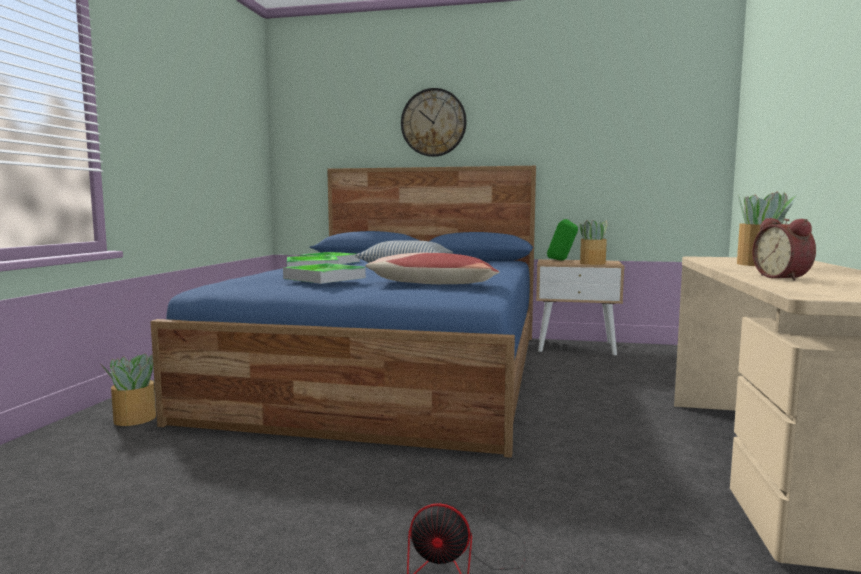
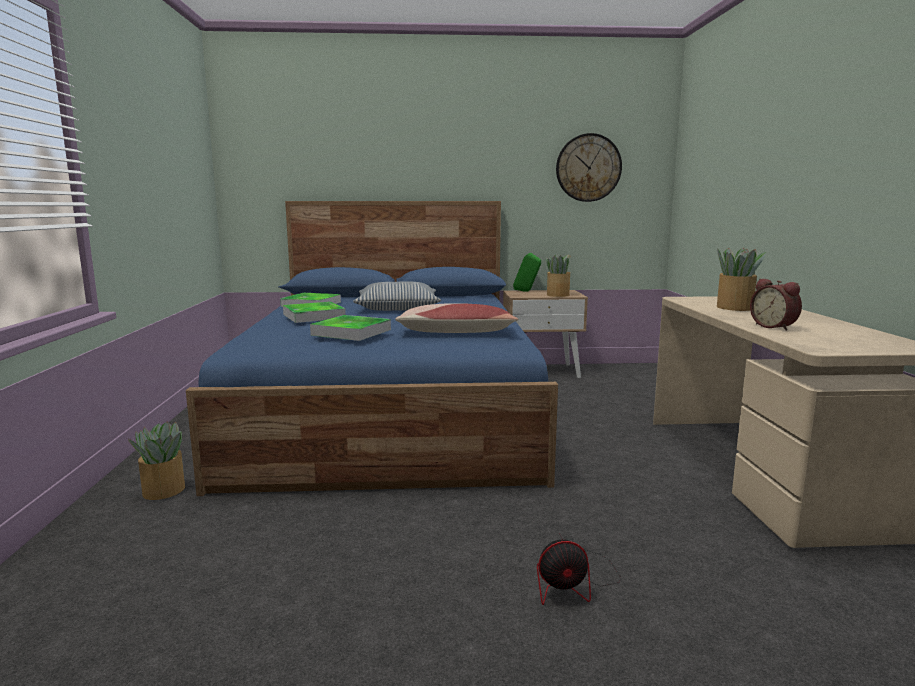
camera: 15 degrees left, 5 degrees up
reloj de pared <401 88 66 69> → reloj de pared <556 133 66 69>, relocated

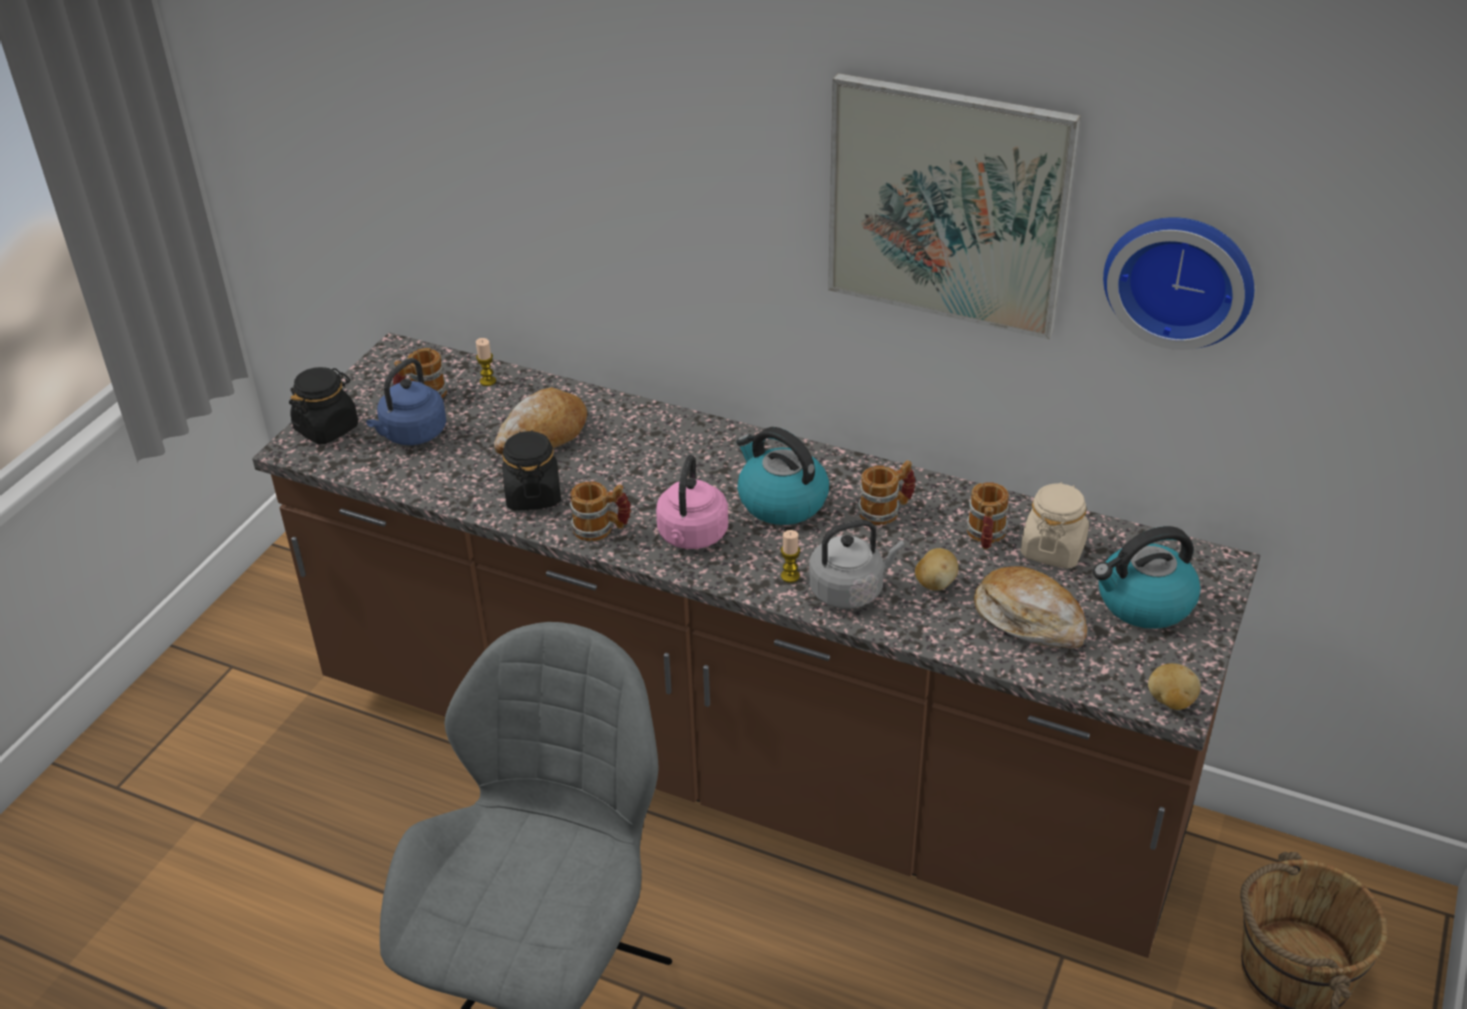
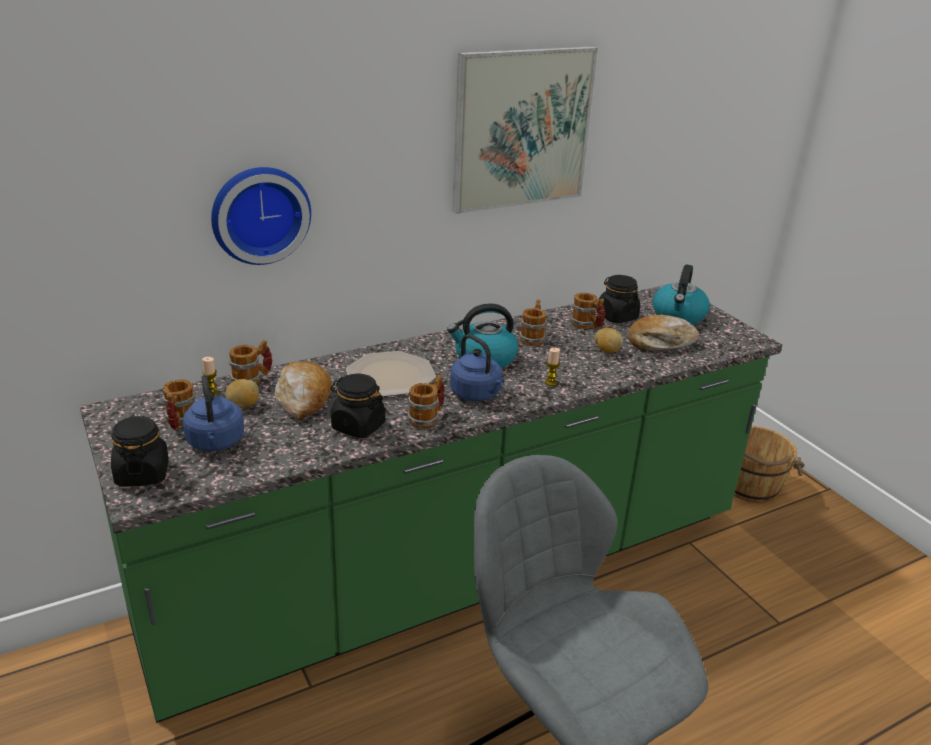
camera: 55 degrees left, 10 degrees down
reloj de pared <1103 217 151 133> → reloj de pared <211 167 100 98>, relocated
mueble bajo de cocina (marrón) <252 332 1008 626> → mueble bajo de cocina (verde) <80 285 702 438>
hervidor (rosa) <656 455 72 94> → hervidor (azul) <450 334 54 67>
tarro (beis) <1021 482 68 87> → tarro (negro) <599 275 41 48>
hervidor (gris) <809 519 96 90> → -
patata <1148 663 53 47> → patata <226 379 33 29>, relocated
- → taza grande <229 340 43 44>
- → plato <346 351 90 46>

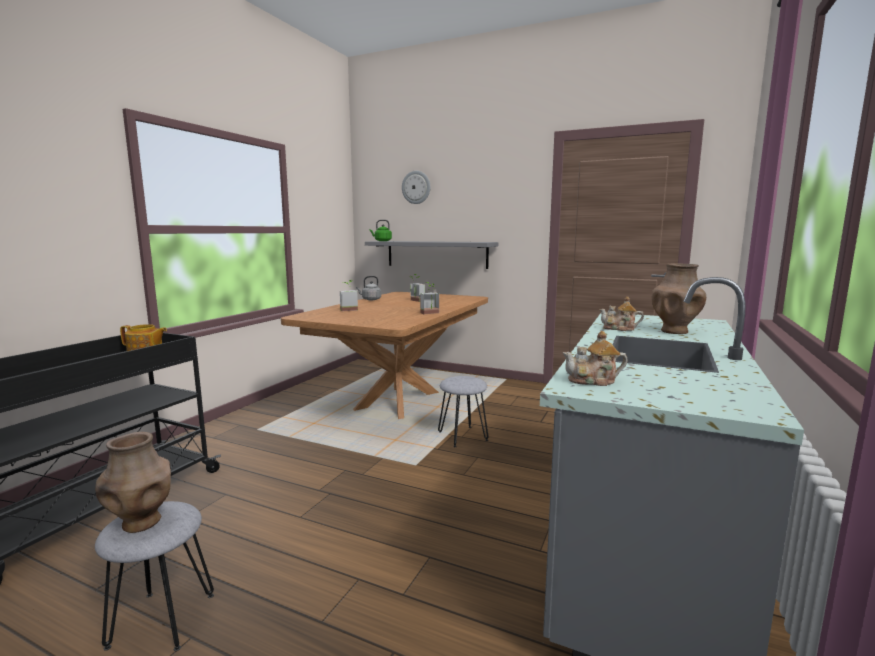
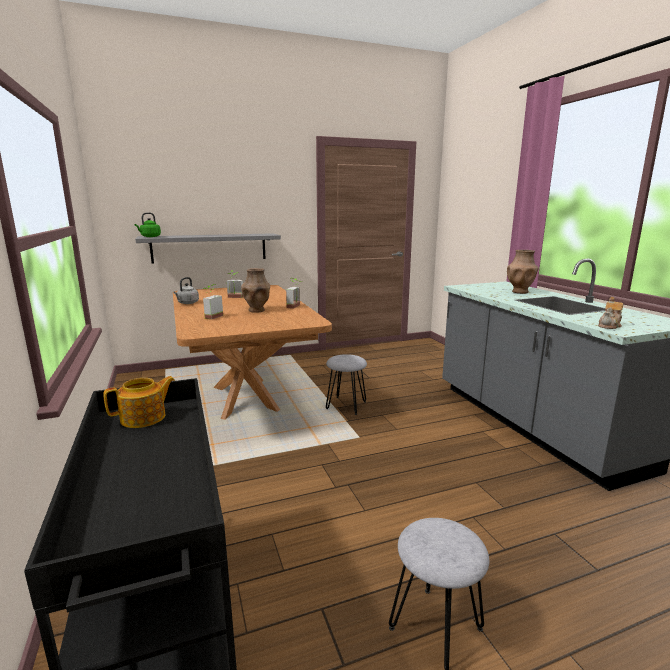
camera: 45 degrees left, 5 degrees up
reloj de pared <402 171 28 33> → -
tetera <599 296 45 35> → -
florero (marrón) <95 432 76 101> → florero (marrón) <241 268 29 45>, relocated

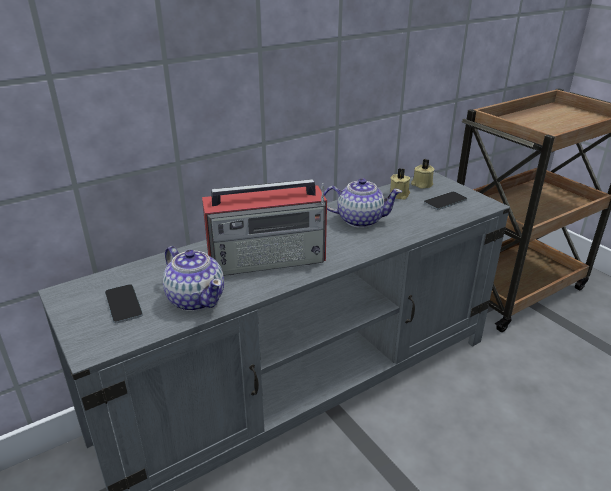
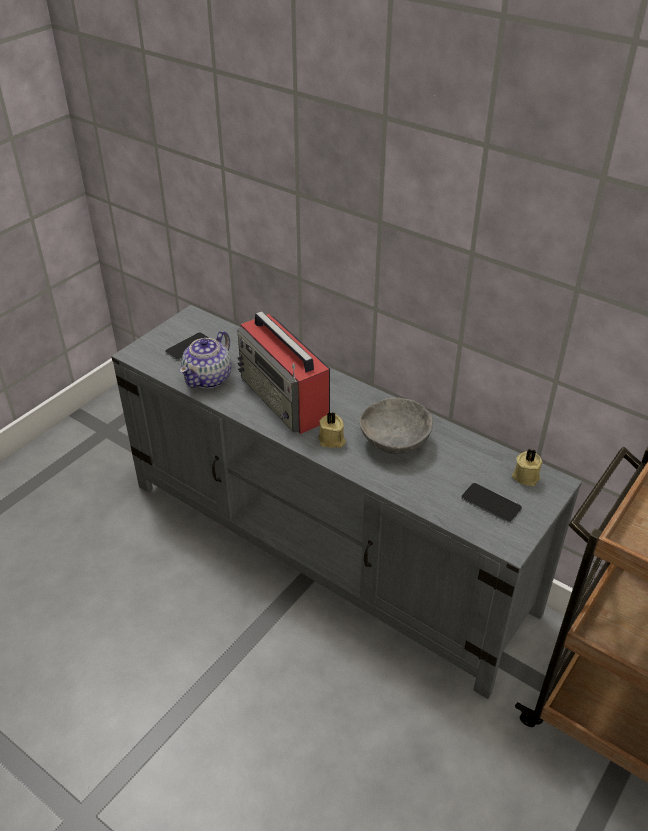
camera: 70 degrees right, 10 degrees up
vela (beis) <390 168 20 31> → vela (beis) <318 412 28 36>, relocated
tetera <324 178 78 50> → cuenco (gris) <359 398 74 56>

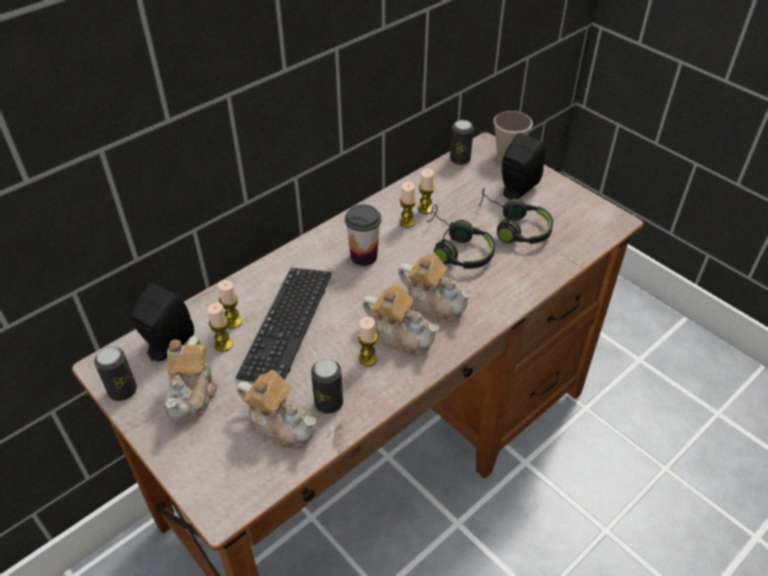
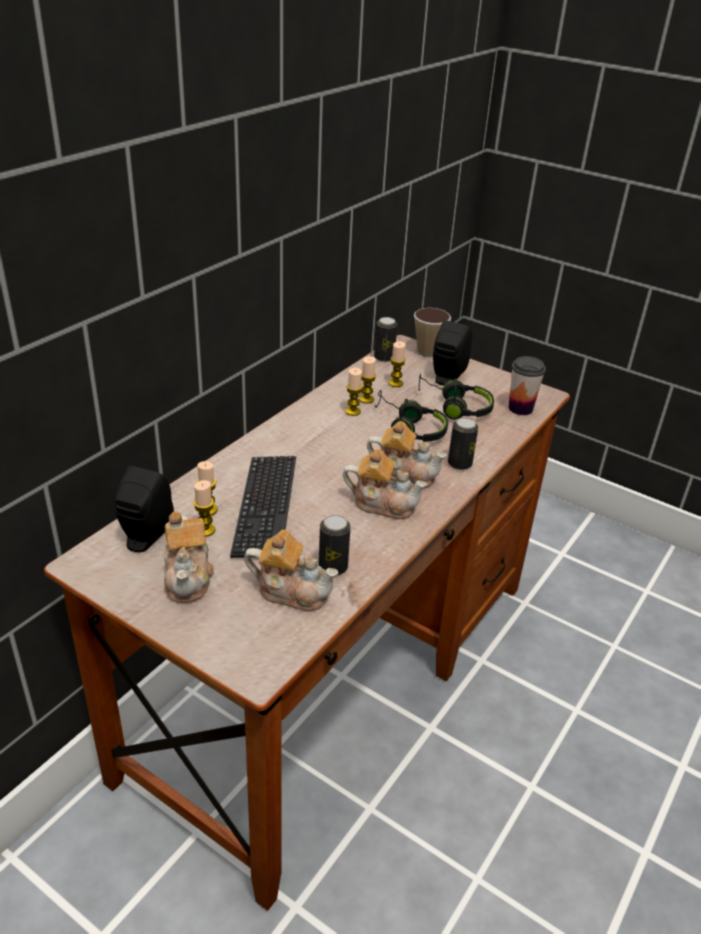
camera: 15 degrees left, 10 degrees down
taza <345 204 36 62> → taza <508 356 38 59>, relocated
vela <358 317 19 50> → vela <388 341 18 46>, relocated
lata <94 347 43 54> → lata <448 417 30 53>, relocated

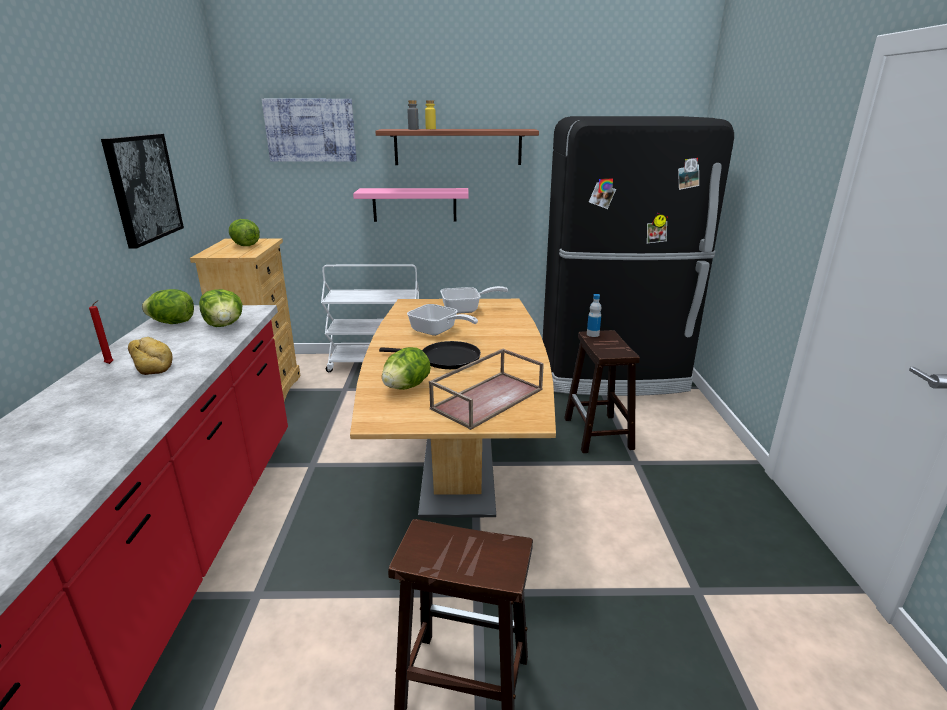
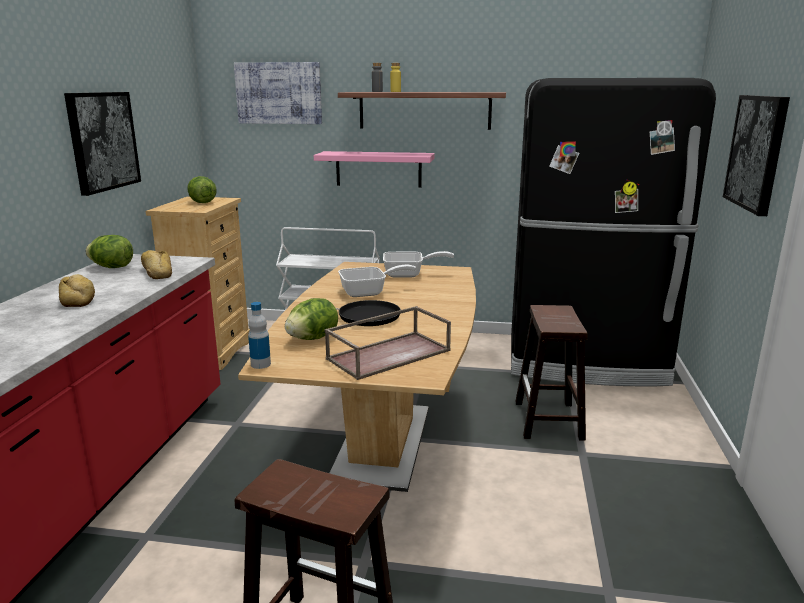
camera: 10 degrees right, 5 degrees down
lechuga <199 289 44 38> → pan <141 250 31 29>
botella <587 294 14 43> → botella <248 302 23 67>, relocated
vela (rojo) <89 300 24 64> → -
sartén <407 304 71 32> → sartén <338 265 78 32>, 60 degrees counterclockwise
- → cuadro <723 95 67 121>

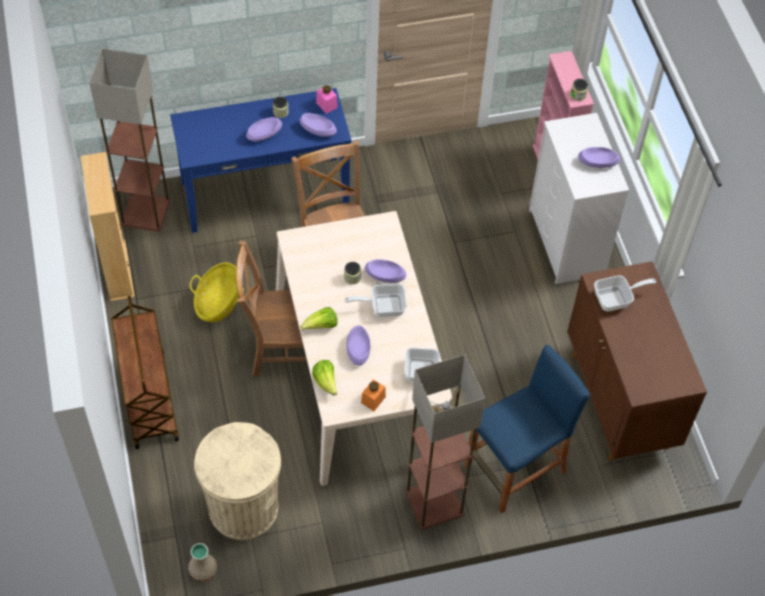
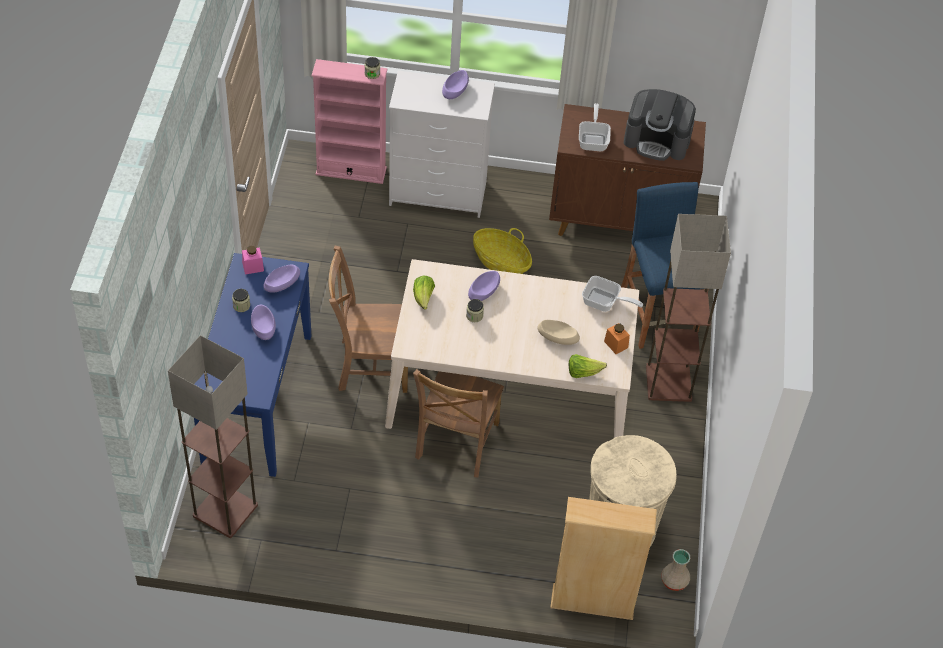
camera: 70 degrees left, 5 degrees down
estantería (beis) <80 152 55 150> → estantería (beis) <550 497 107 123>, relocated
cesta <190 263 54 59> → cesta <473 228 59 46>, relocated
sartén <345 284 62 33> → -
carrito (marrón) <111 296 68 153> → -
lechuga <301 307 37 23> → lechuga <413 275 22 35>, relocated
cuenco (morado) <346 325 24 40> → cuenco (beis) <537 320 43 25>
- → cafetera <624 89 72 72>

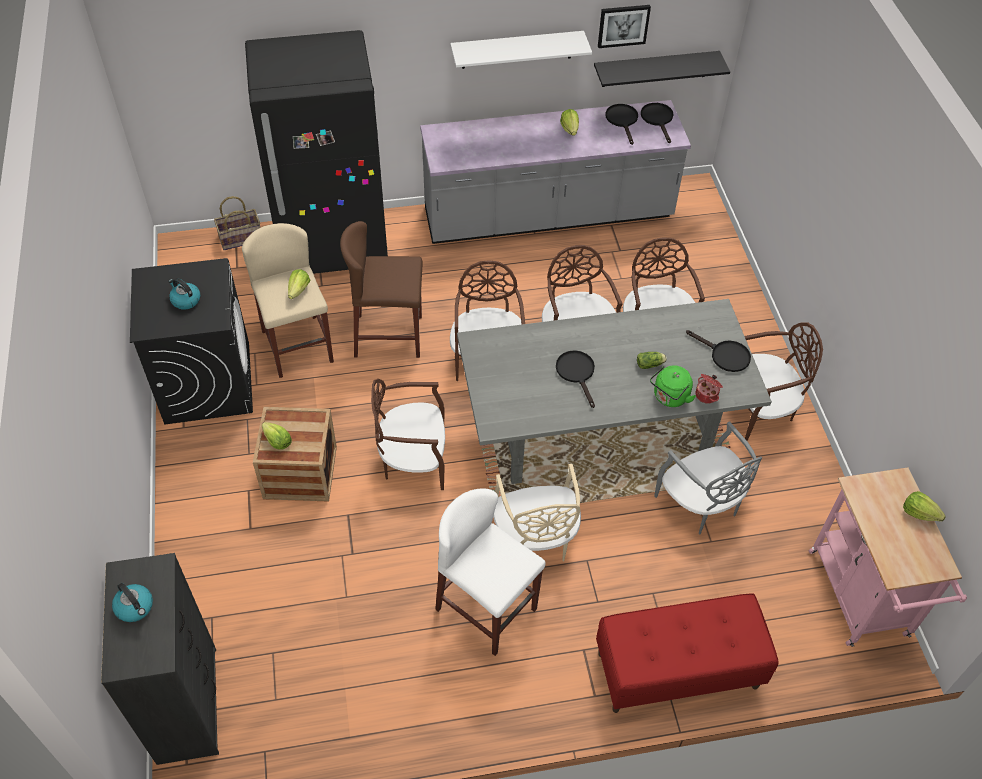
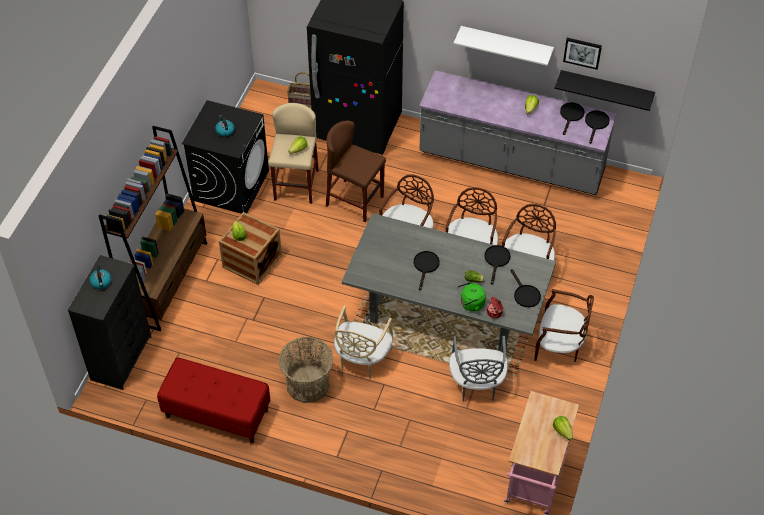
camera: 30 degrees right, 0 degrees up
silla (marrón) <371 379 74 111> → -
taburete (blanco) <435 489 111 167> → cesta <279 337 55 66>
banco (rojo) <596 593 183 120> → banco (rojo) <157 358 113 85>, relocated
- → estantería (marrón) <99 126 108 206>
- → sartén (negro) <485 245 25 39>

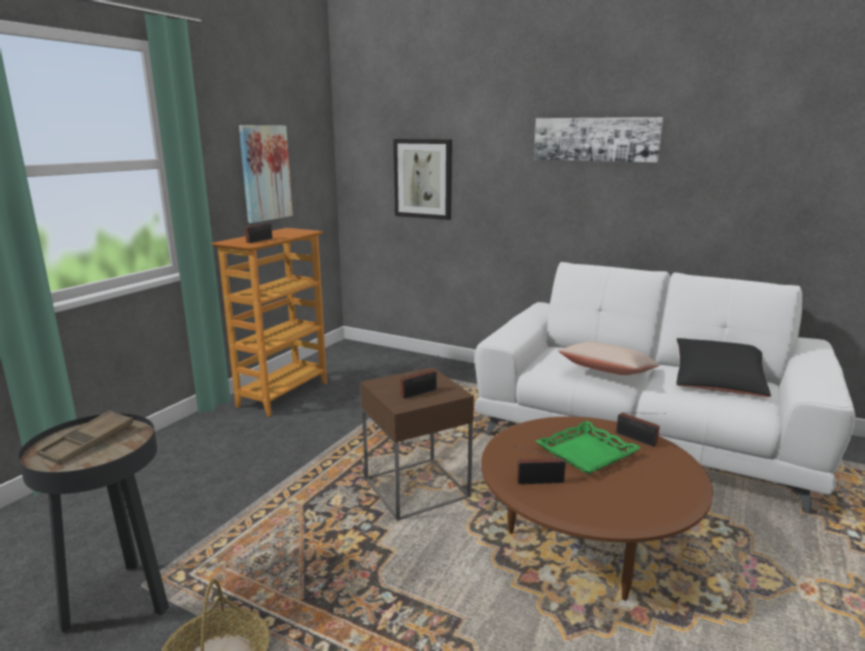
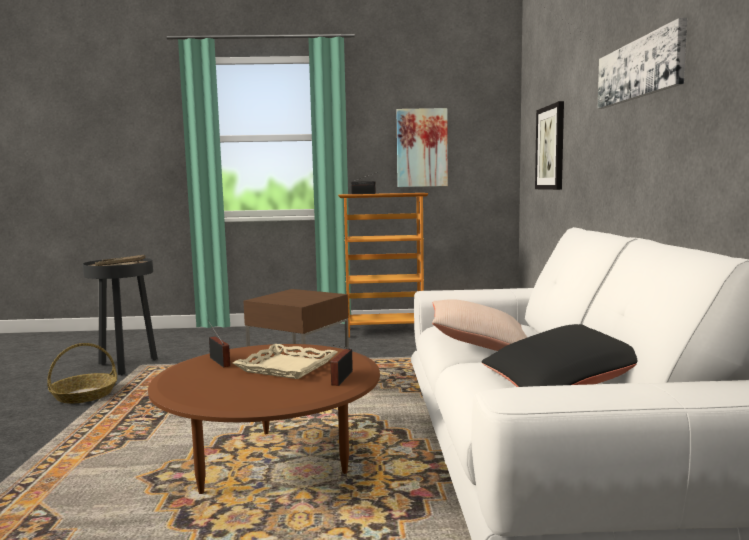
camera: 60 degrees right, 10 degrees down
radio <401 355 37 44> → -
bandeja (verde) <536 421 105 53> → bandeja (beis) <233 344 105 35>

